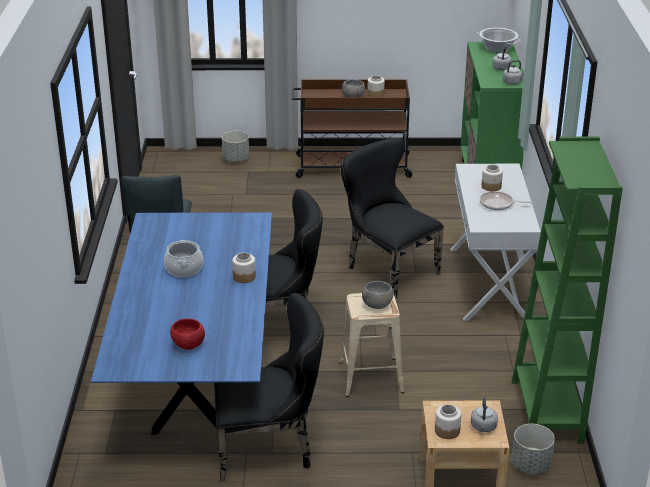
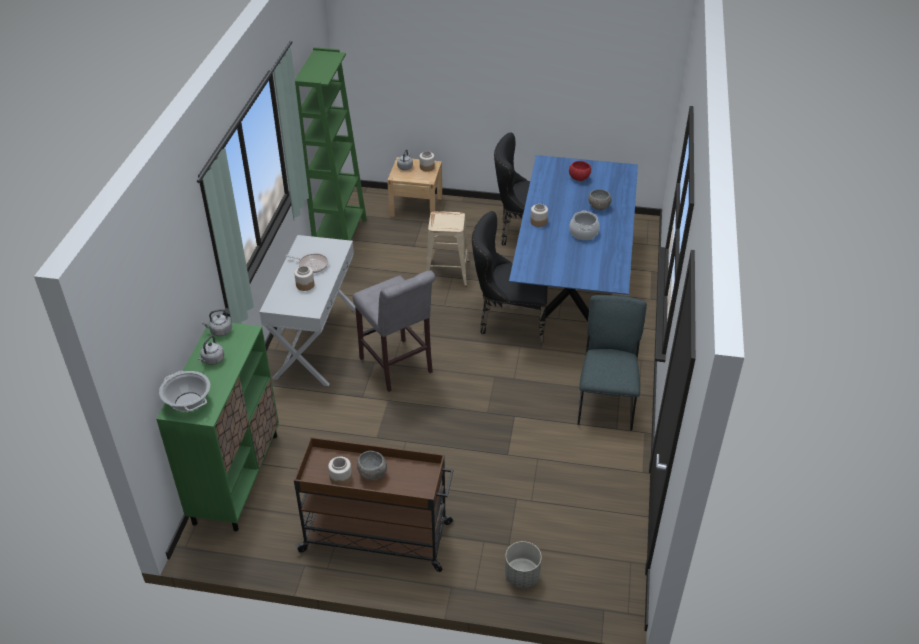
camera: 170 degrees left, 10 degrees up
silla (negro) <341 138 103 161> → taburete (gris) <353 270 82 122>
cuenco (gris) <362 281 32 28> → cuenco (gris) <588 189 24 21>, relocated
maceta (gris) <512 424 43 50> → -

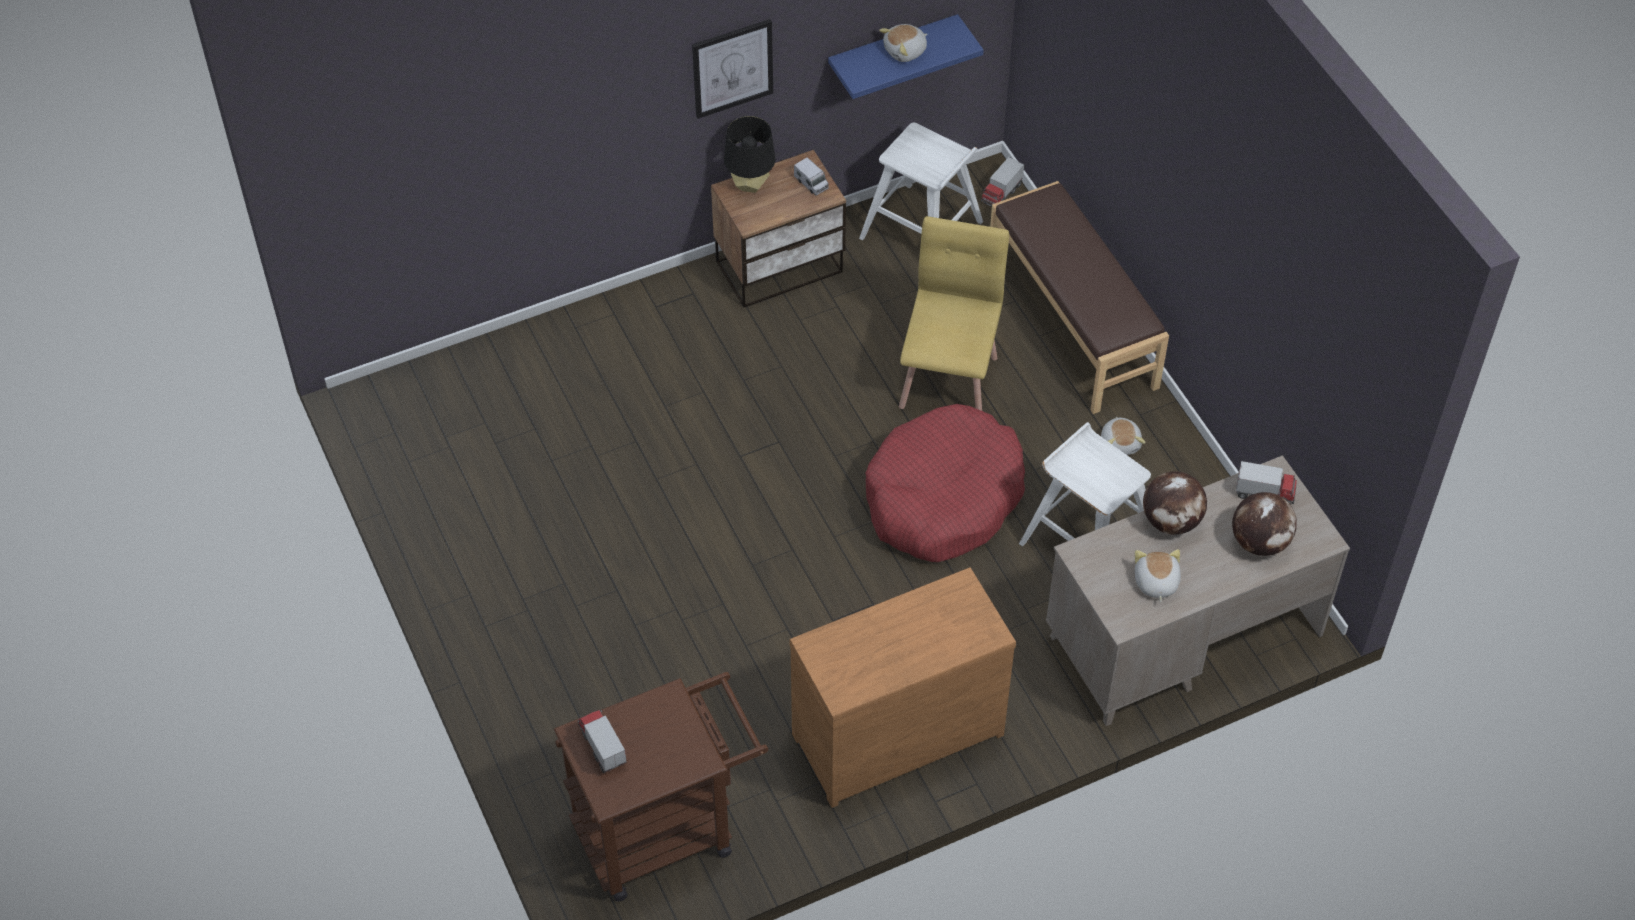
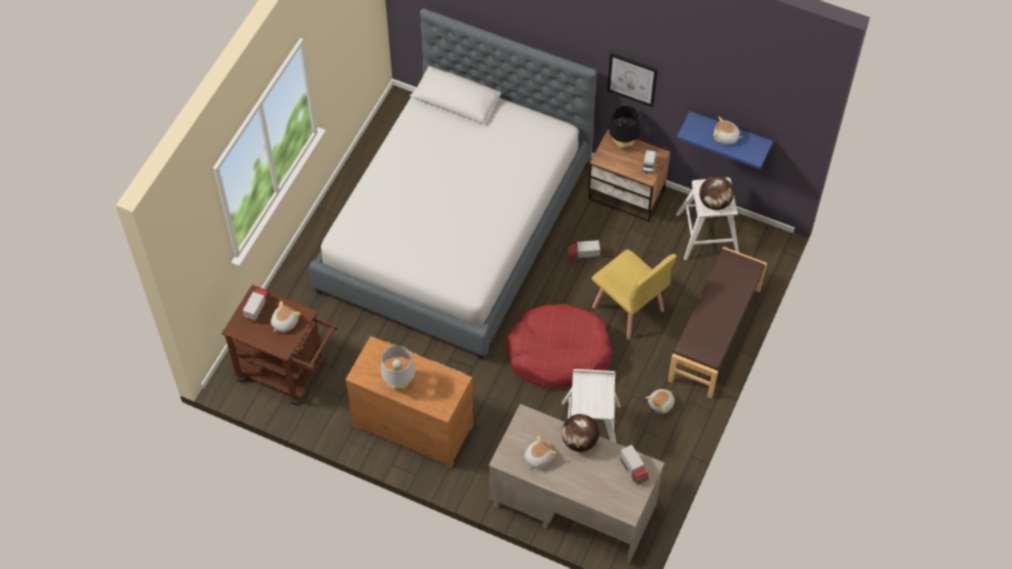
camera: 50 degrees right, 5 degrees up
camión de juguete <981 157 43 50> → camión de juguete <568 240 32 21>, relocated
silla (amarillo) <899 216 110 195> → silla (amarillo) <591 249 86 91>, 75 degrees clockwise
globo terráqueo <1232 492 65 64> → globo terráqueo <699 176 35 34>, relocated
- → cama <309 8 288 352>
- → peluche <271 301 30 31>
- → lámpara de mesa (gris) <381 346 34 44>

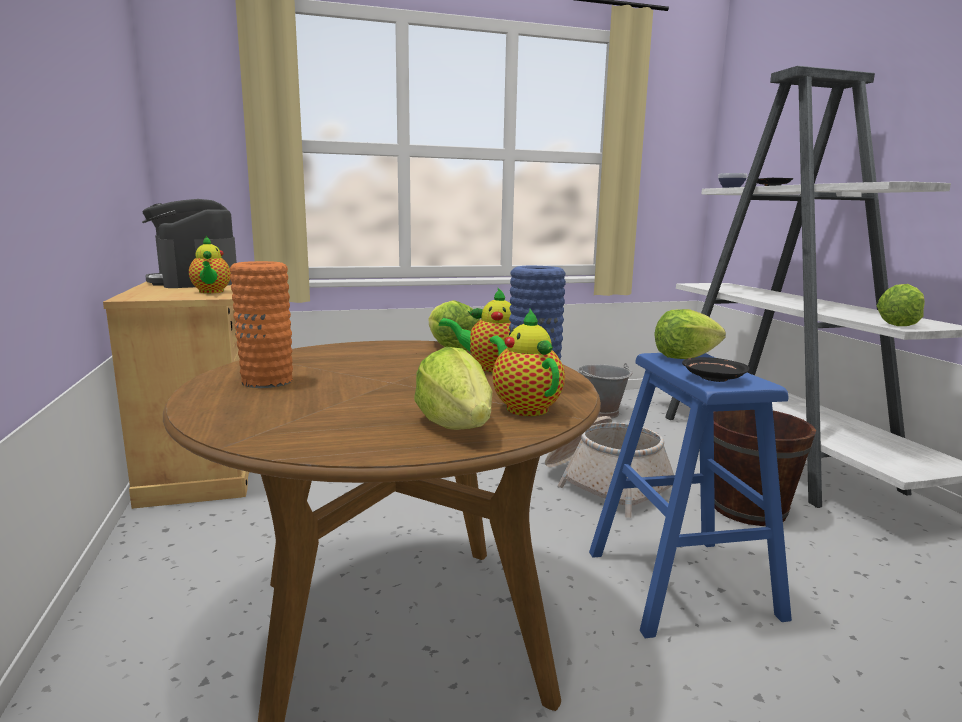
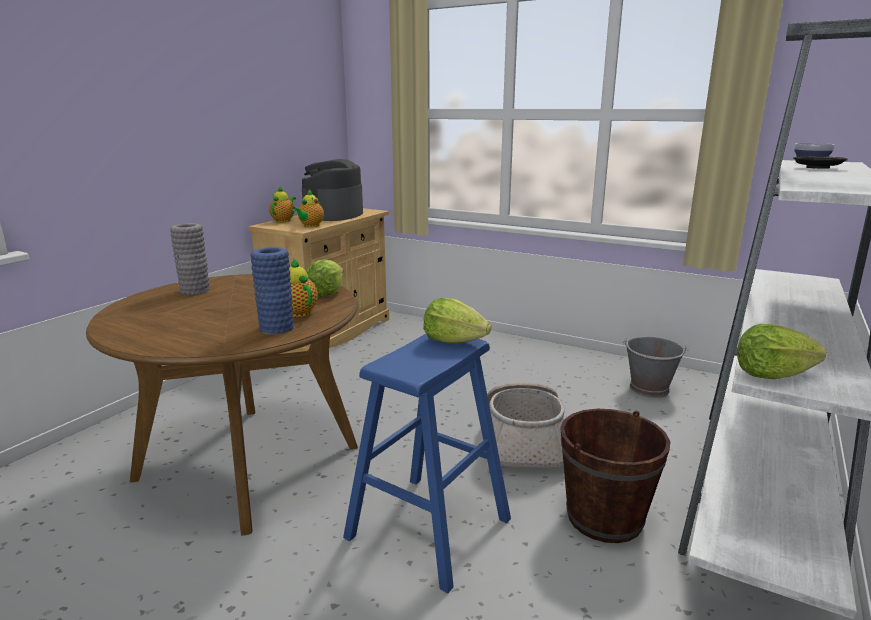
camera: 45 degrees right, 5 degrees up
florero (naranja) <230 261 63 127> → florero (gris) <170 223 40 72>
tetera <490 309 75 107> → tetera <269 186 27 36>, relocated
lechuga <414 347 78 83> → -
plato (negro) <682 357 67 25> → -

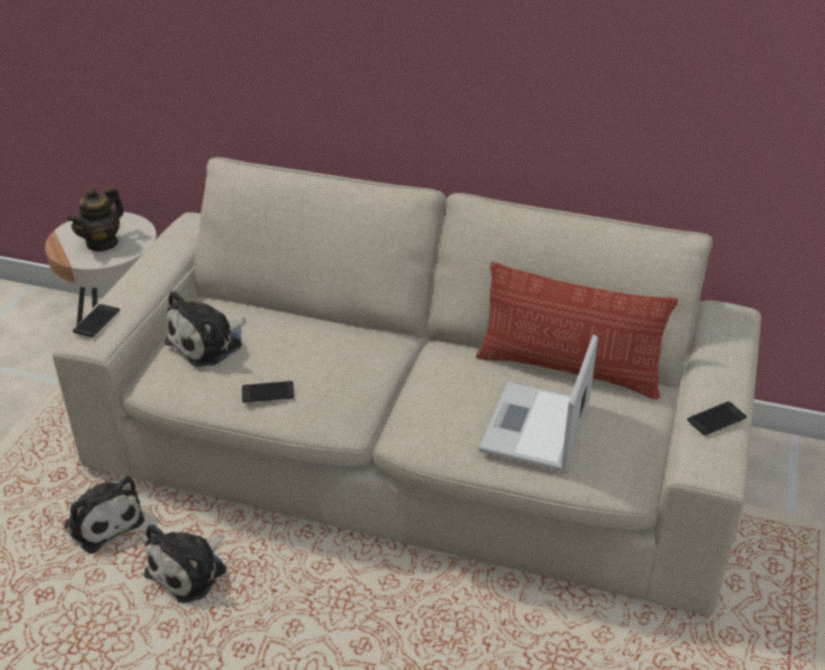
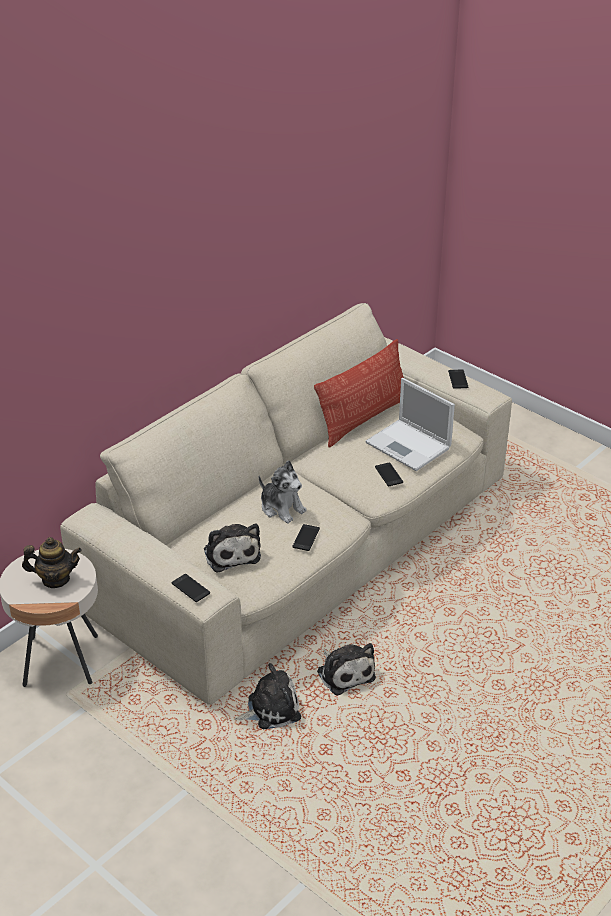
camera: 65 degrees left, 0 degrees up
tetera <67 187 57 65> → tetera <22 537 60 51>, 60 degrees counterclockwise
- → peluche <259 460 48 64>
- → móvil <375 462 28 24>

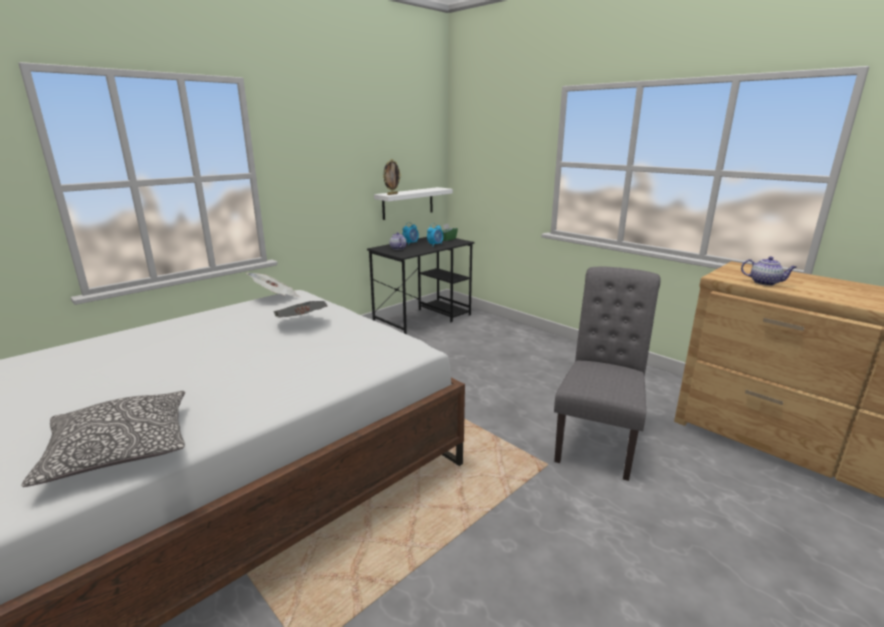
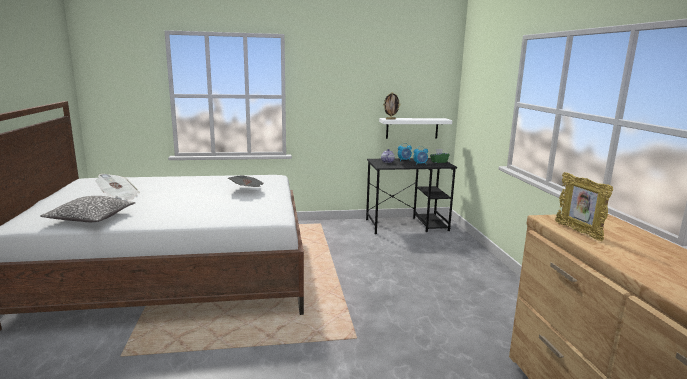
camera: 35 degrees right, 5 degrees down
tetera <741 256 56 30> → portarretratos <555 172 58 69>
silla (gris) <554 267 107 214> → -
periódico <246 273 54 24> → periódico <95 174 45 27>, relocated

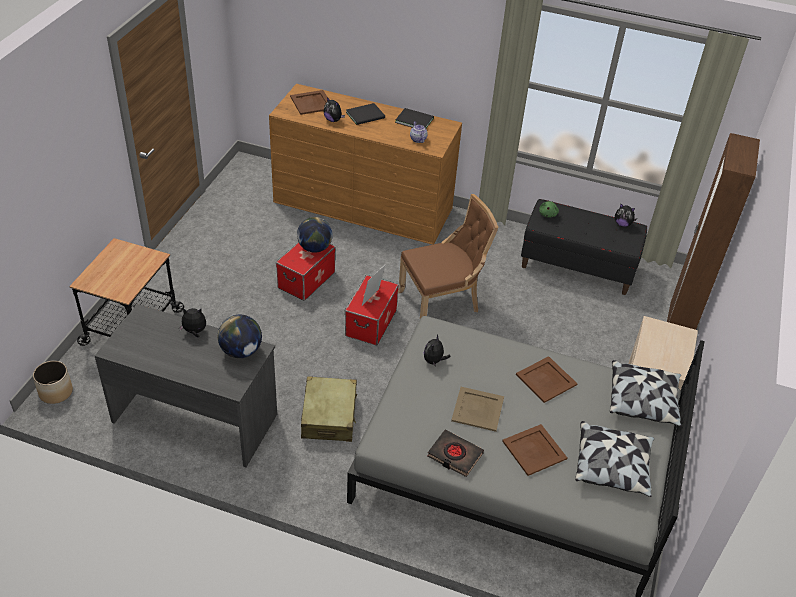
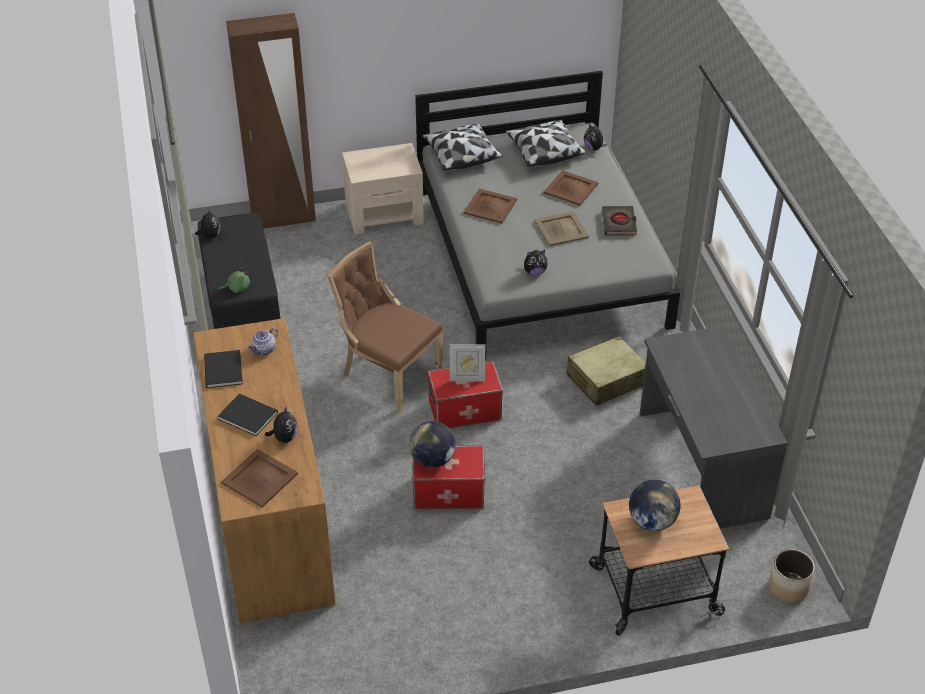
camera: 120 degrees left, 0 degrees up
peluche <179 308 27 29> → peluche <584 123 22 27>, relocated
globo terráqueo <218 315 44 43> → globo terráqueo <629 480 52 51>, relocated

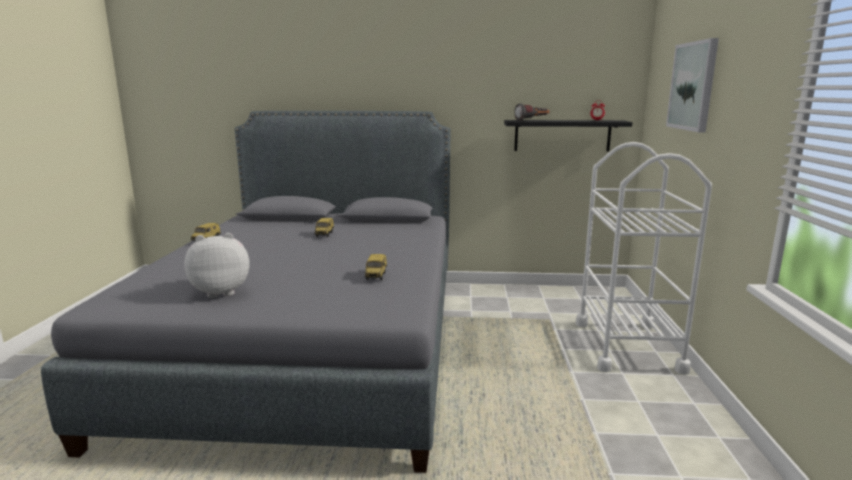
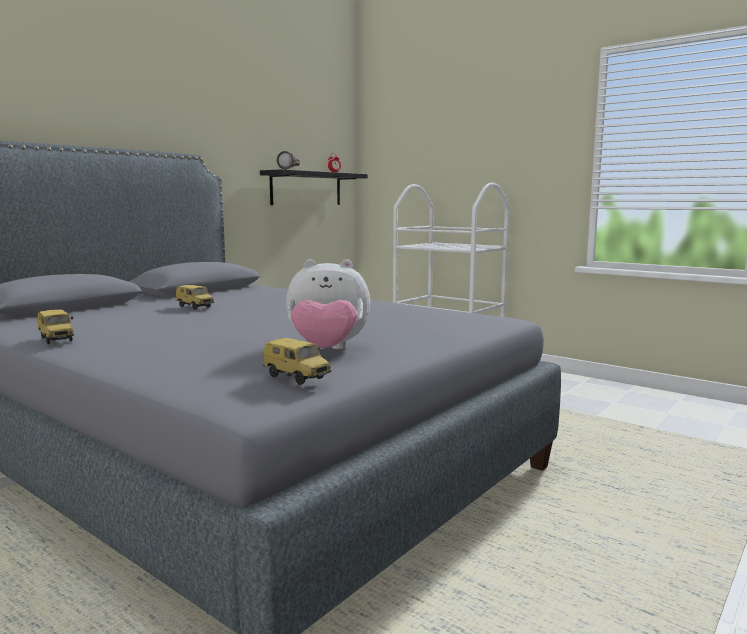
camera: 55 degrees left, 5 degrees down
cuadro <666 38 53 94> → -
peluche <184 233 65 65> → peluche <286 259 84 90>, 105 degrees counterclockwise
coche de juguete <365 254 22 26> → coche de juguete <263 338 69 47>, relocated

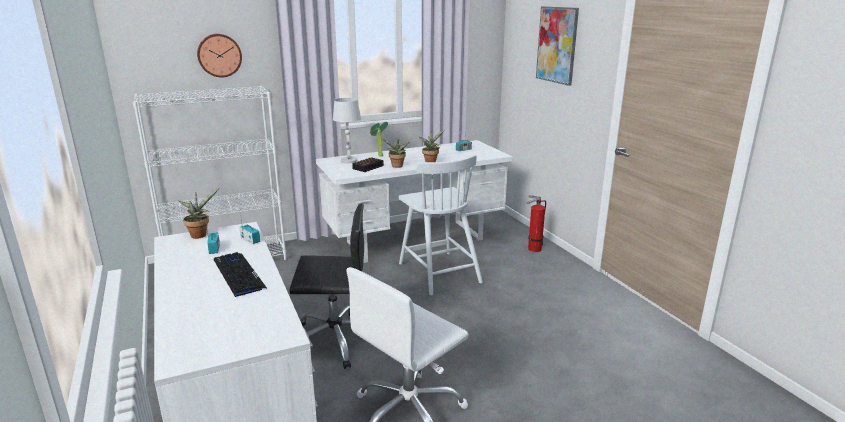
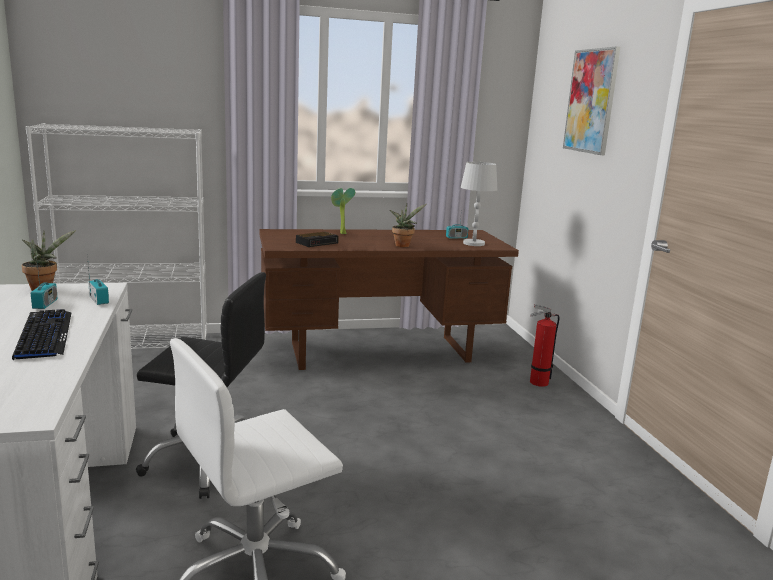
camera: 10 degrees right, 5 degrees down
reloj de pared <197 34 45 43> → -
lámpara de mesa (blanco) <333 98 28 65> → lámpara de mesa (blanco) <461 162 36 84>, relocated
planta en maceta <383 138 27 30> → -
escritorio (blanco) <316 140 196 123> → escritorio (marrón) <259 229 260 141>
silla (blanco) <399 154 84 142> → -

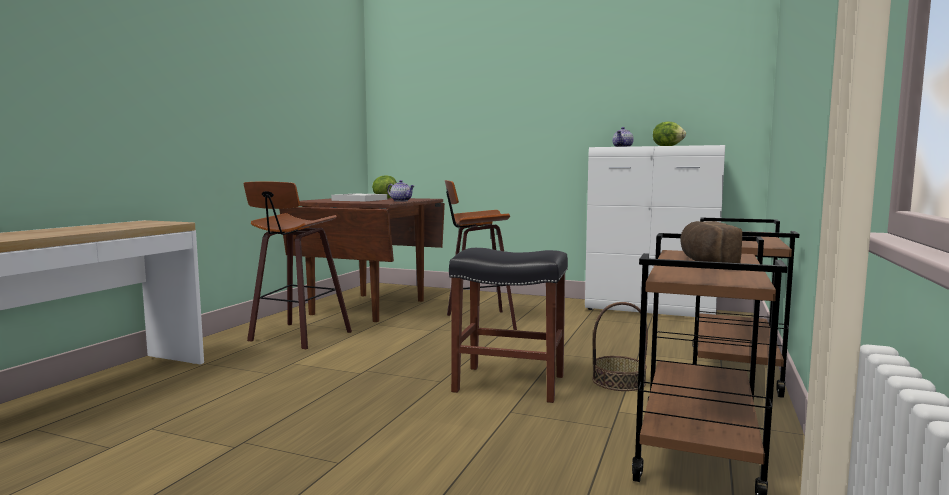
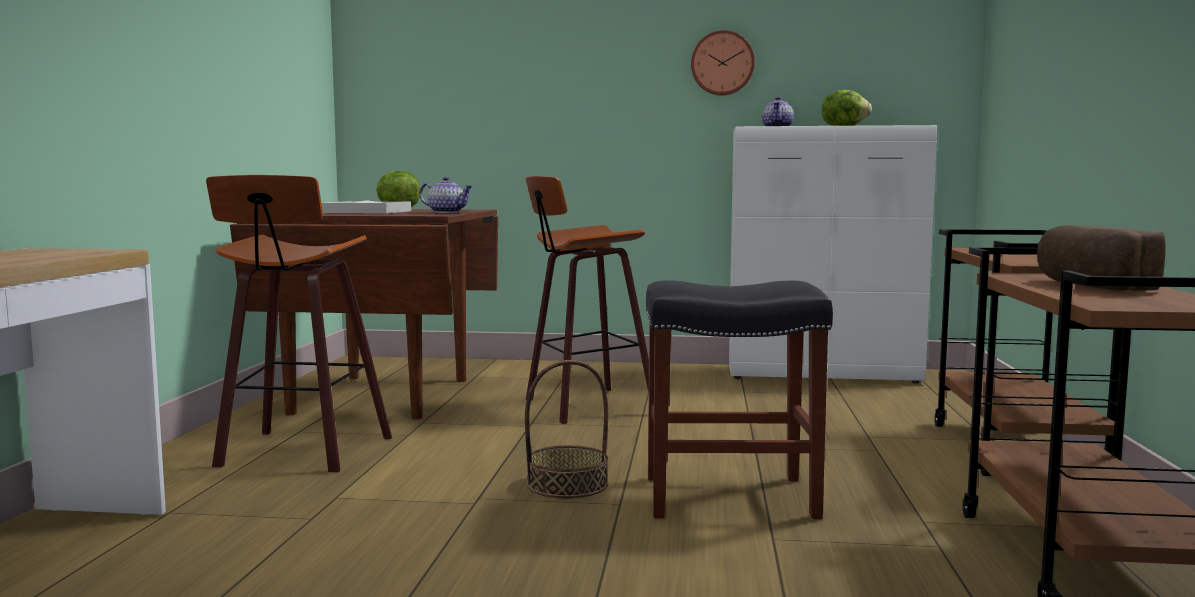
camera: 15 degrees left, 0 degrees up
cesta <592 302 56 89> → cesta <525 360 83 139>, relocated
- → reloj de pared <691 30 64 66>

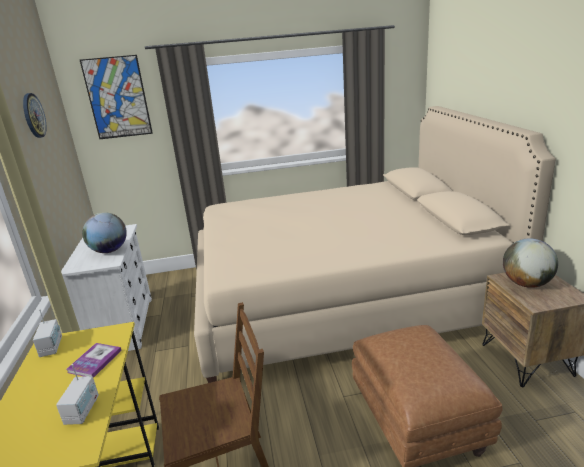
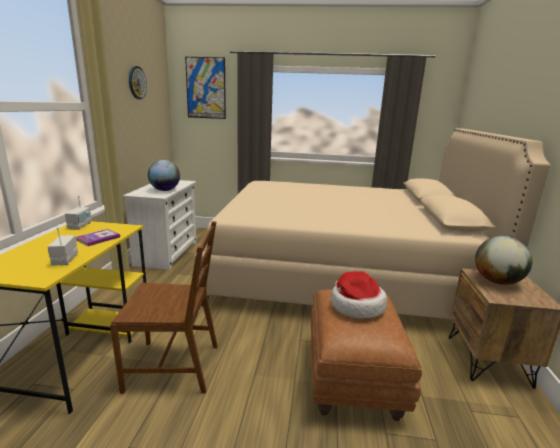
camera: 15 degrees right, 5 degrees down
radio <56 364 43 61> → radio <48 228 30 37>, 150 degrees clockwise
- → sombrero <331 271 56 48>

